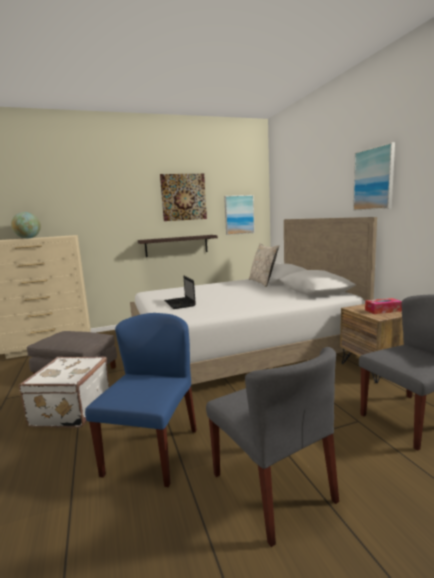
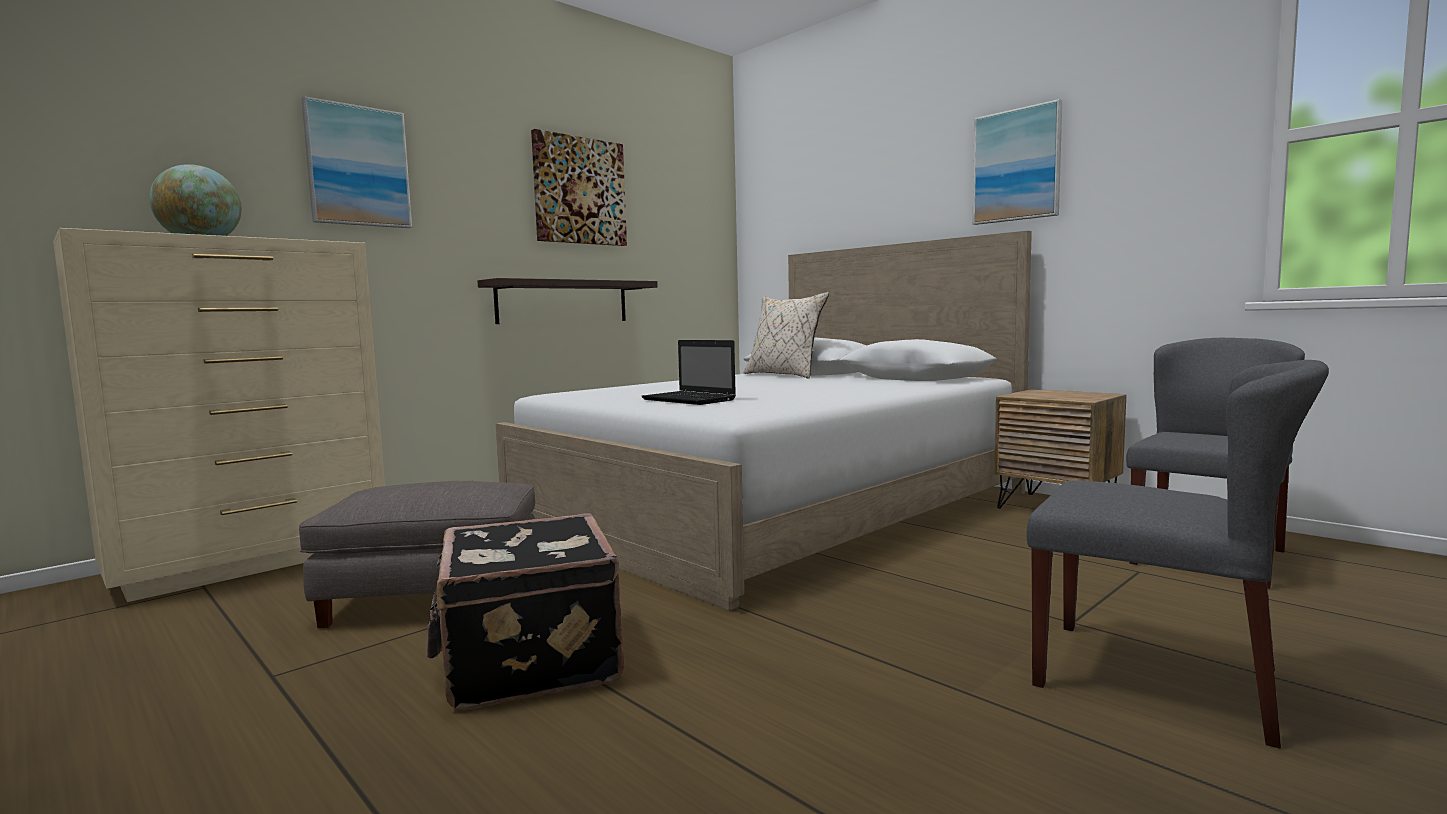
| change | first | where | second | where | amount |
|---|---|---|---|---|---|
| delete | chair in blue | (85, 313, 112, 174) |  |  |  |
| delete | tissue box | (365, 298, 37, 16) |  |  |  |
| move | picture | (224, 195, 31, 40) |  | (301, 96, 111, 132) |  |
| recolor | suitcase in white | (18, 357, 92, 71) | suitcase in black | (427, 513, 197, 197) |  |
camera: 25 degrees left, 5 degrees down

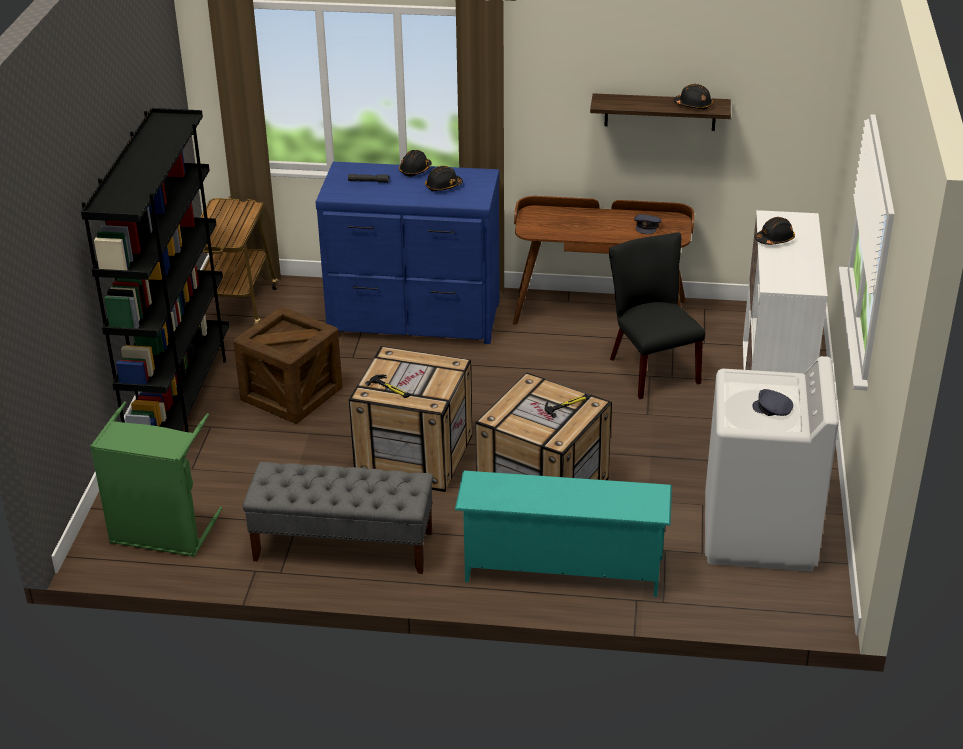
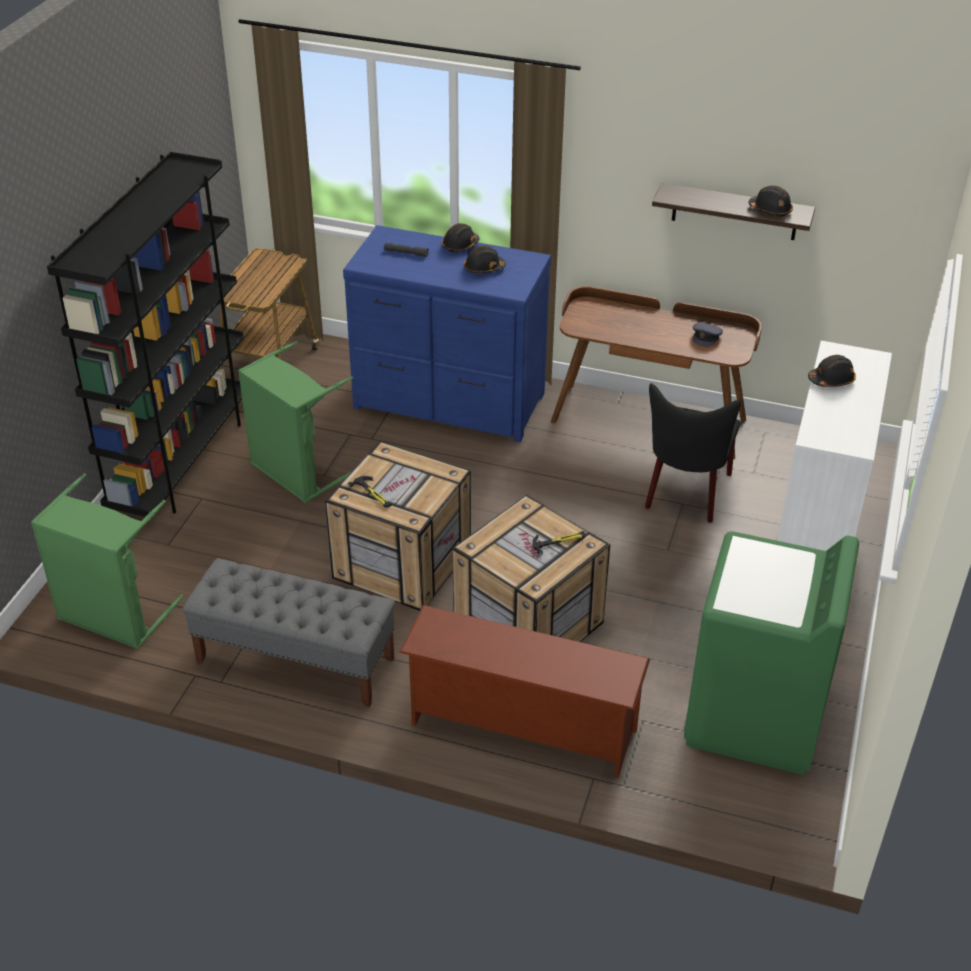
| change | first | where | second | where | amount |
|---|---|---|---|---|---|
| delete | cap in grey | (752, 389, 41, 27) |  |  |  |
| replace | crate | (233, 306, 110, 118) | laundry basket in green | (238, 341, 115, 162) |  |
| recolor | shoe rack in turquoise | (455, 470, 217, 127) | shoe rack in brown | (399, 605, 251, 173) |  |
| recolor | washing machine in white | (705, 356, 134, 216) | washing machine in green | (684, 531, 175, 244) |  |
| rotate | chair in black | (609, 232, 96, 167) |  | (645, 383, 96, 140) | 150 degrees counterclockwise |
camera: 10 degrees right, 5 degrees up

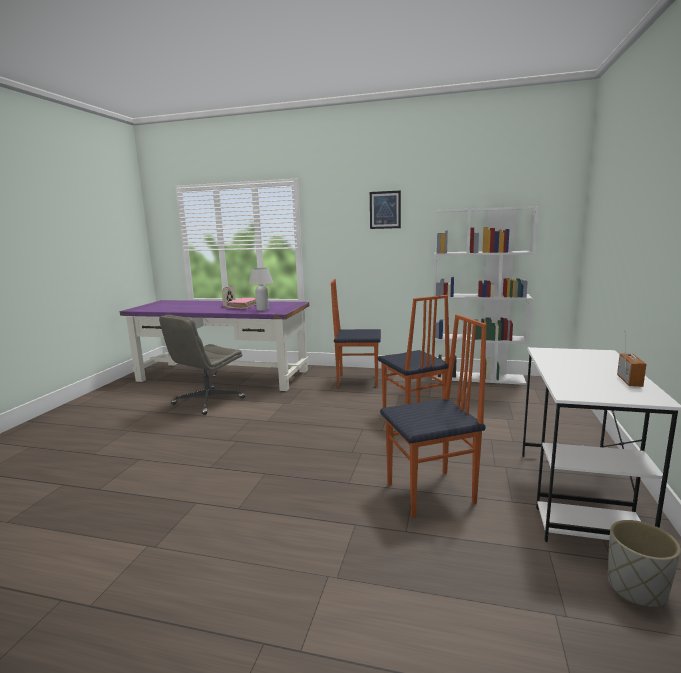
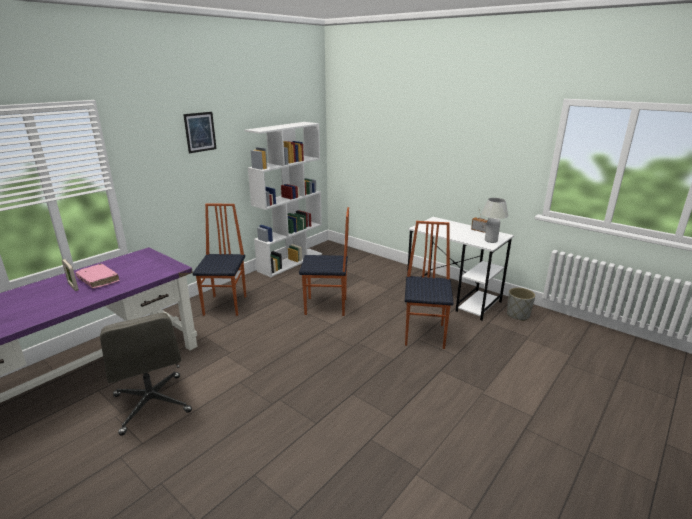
| change | first | where | second | where | amount |
|---|---|---|---|---|---|
| move | table lamp in white | (248, 268, 25, 43) |  | (481, 198, 27, 45) |  |
| rotate | chair | (331, 279, 50, 108) |  | (192, 204, 54, 112) | 150 degrees clockwise |
camera: 65 degrees left, 10 degrees up

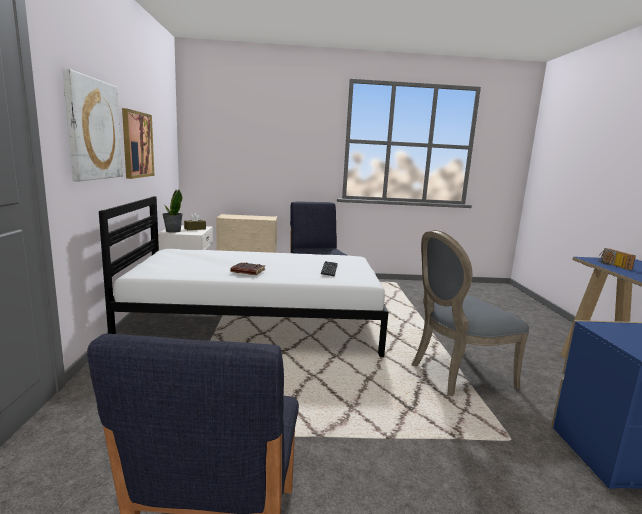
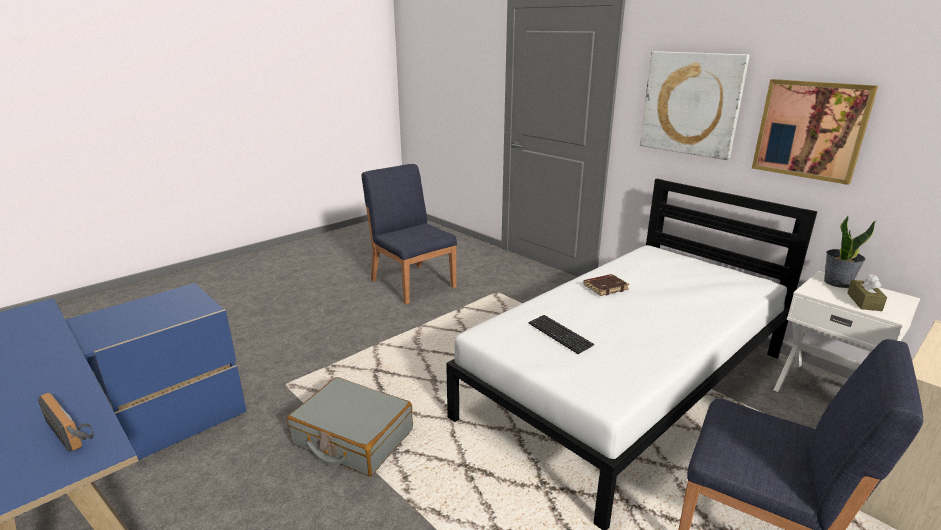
| change | first | where | second | where | amount |
|---|---|---|---|---|---|
| replace | chair in grey | (412, 230, 117, 167) | suitcase in grey | (287, 377, 126, 99) |  |
camera: 140 degrees right, 10 degrees up

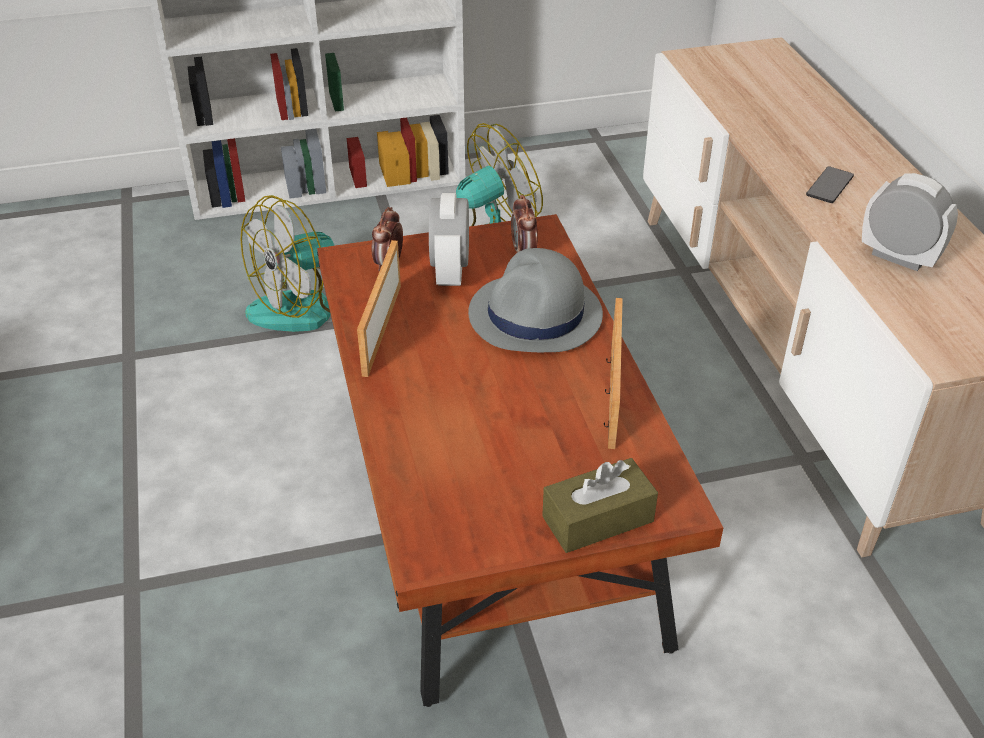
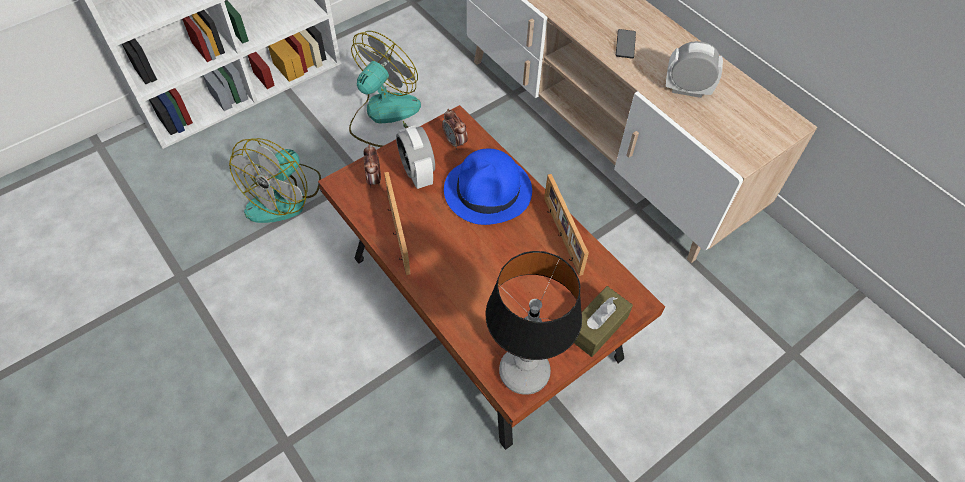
| change | first | where | second | where | amount |
|---|---|---|---|---|---|
| insert |  |  | table lamp | (486, 251, 96, 144) |  |
| recolor | hat in grey | (468, 248, 135, 104) | hat in blue | (444, 148, 88, 77) |  |
camera: 25 degrees left, 15 degrees up

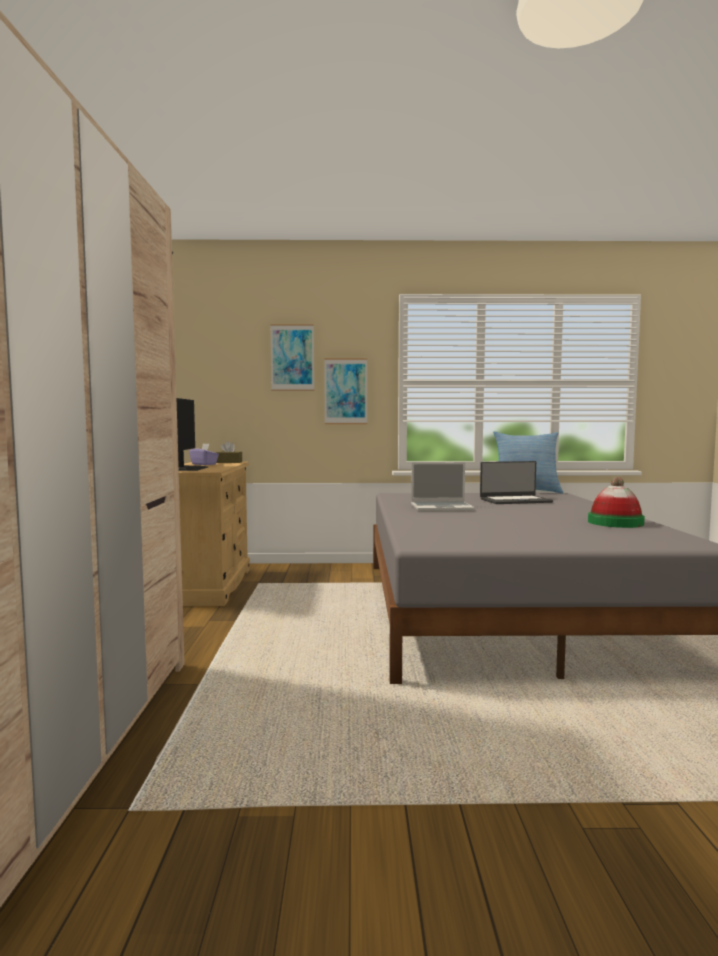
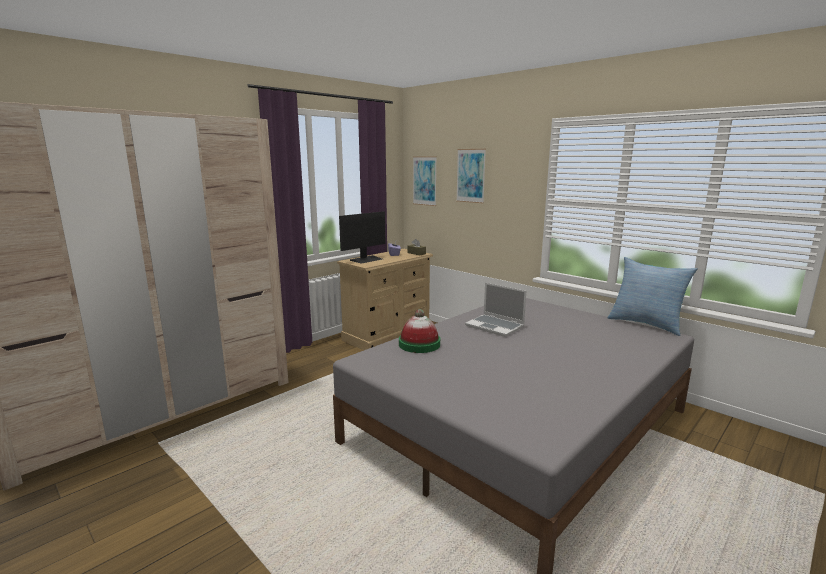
| change | first | where | second | where | amount |
|---|---|---|---|---|---|
| delete | laptop | (480, 461, 73, 43) |  |  |  |
| move | picture | (324, 358, 43, 66) |  | (413, 156, 24, 50) |  |
| move | hat | (588, 477, 57, 51) |  | (399, 309, 41, 44) |  |
camera: 45 degrees right, 10 degrees up

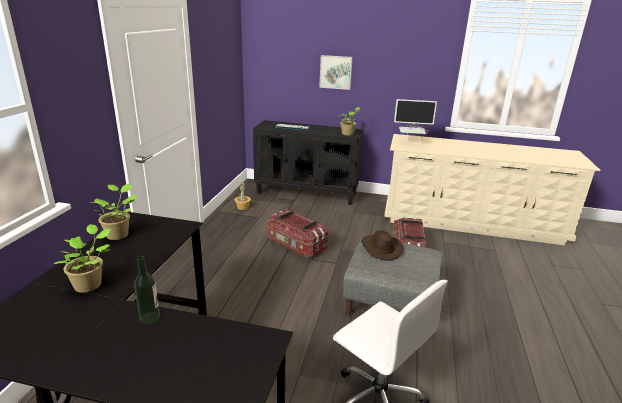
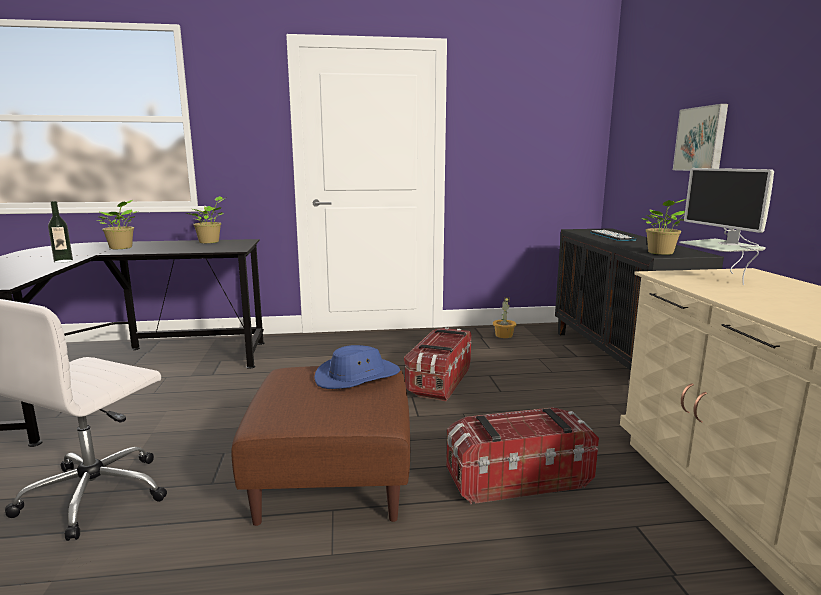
| change | first | where | second | where | amount |
|---|---|---|---|---|---|
| recolor | ottoman in grey | (343, 238, 99, 78) | ottoman in brown | (231, 366, 179, 160) |  |
| recolor | hat in brown | (361, 230, 43, 31) | hat in blue | (314, 345, 86, 44) |  |
camera: 70 degrees right, 10 degrees down

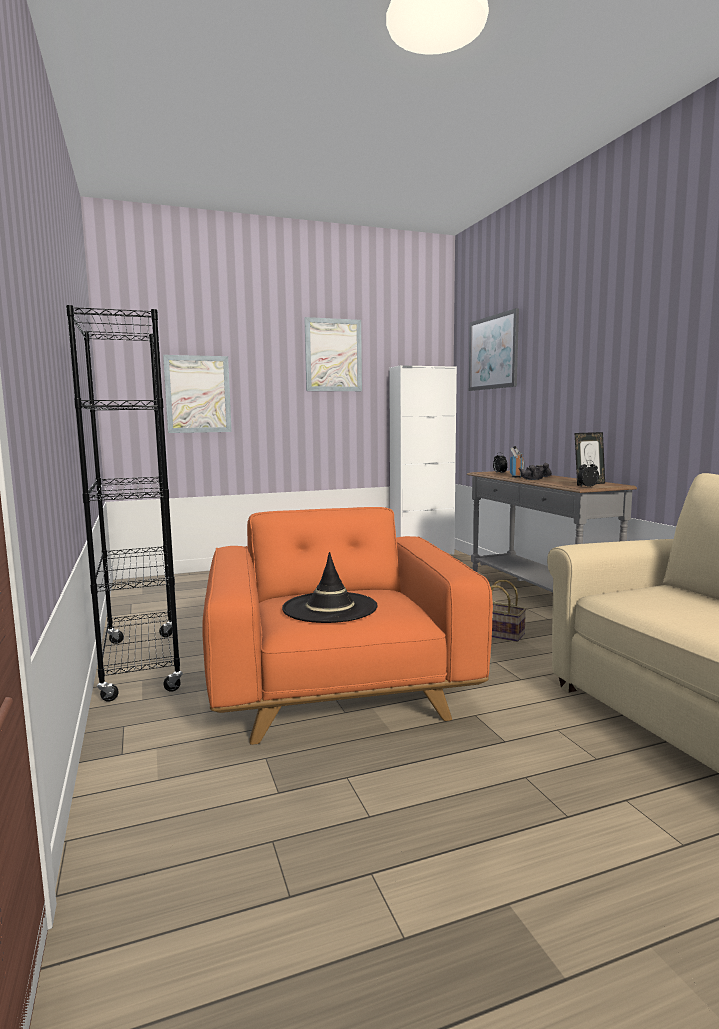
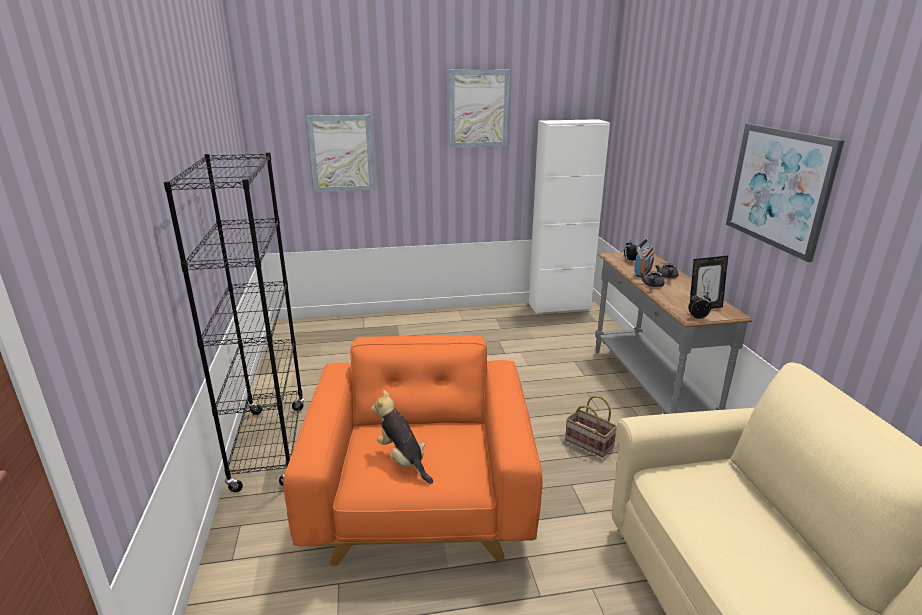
| change | first | where | second | where | amount |
|---|---|---|---|---|---|
| move | picture | (469, 308, 50, 83) |  | (726, 124, 118, 138) |  |
| replace | hat in black | (282, 552, 95, 71) | plush toy | (371, 390, 62, 94) |  |
camera: 10 degrees right, 15 degrees up

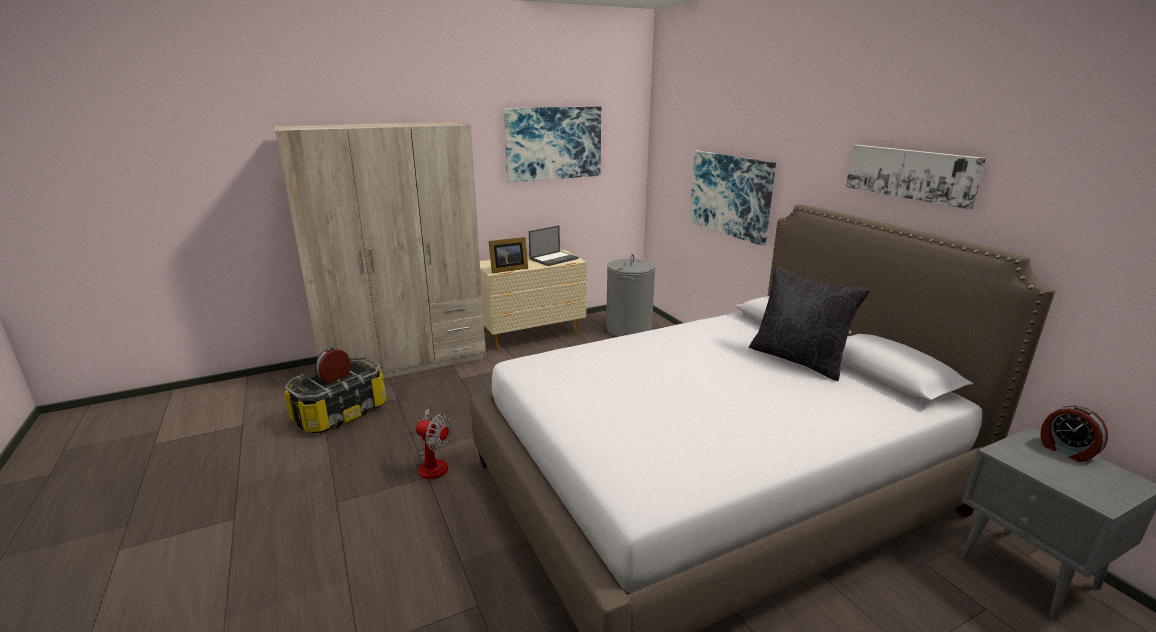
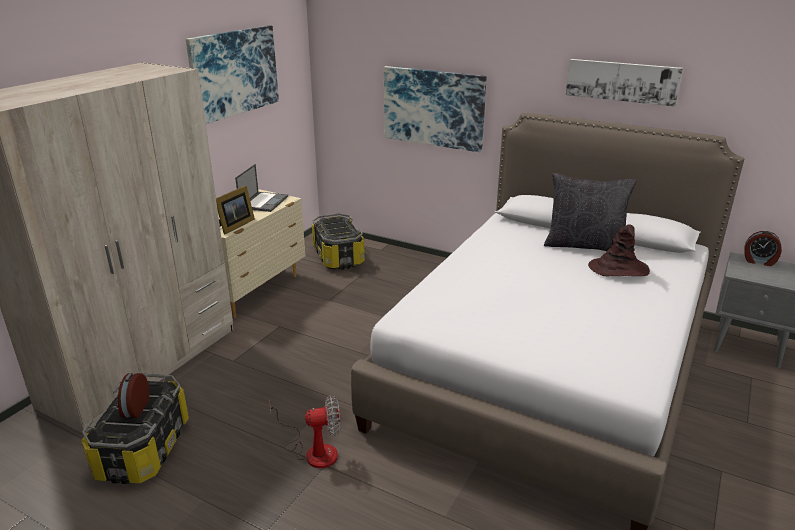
| change | first | where | second | where | amount |
|---|---|---|---|---|---|
| insert |  |  | hat in brown | (588, 224, 62, 52) |  |
| replace | laundry basket in grey | (606, 254, 50, 83) | storage box | (312, 213, 53, 57) |  |
camera: 35 degrees left, 5 degrees up

